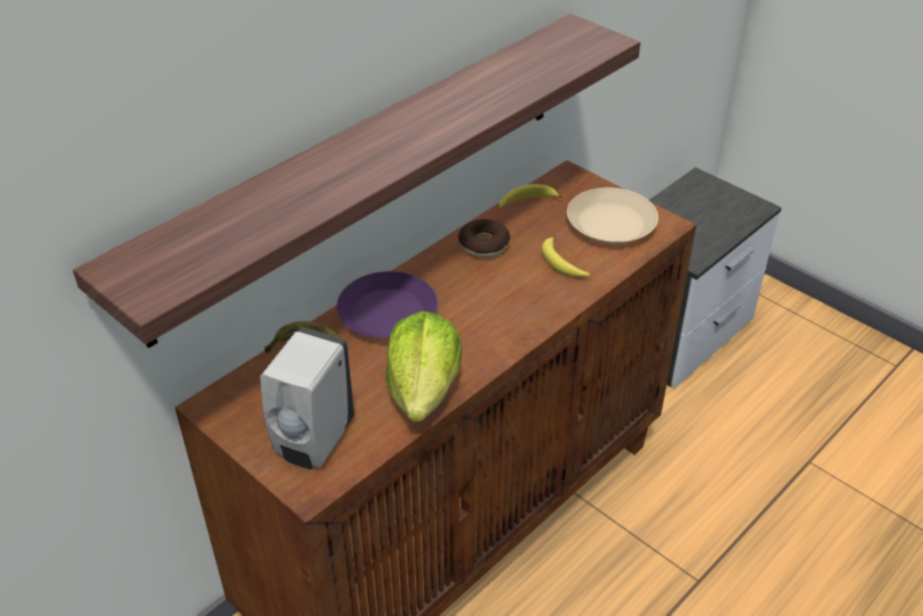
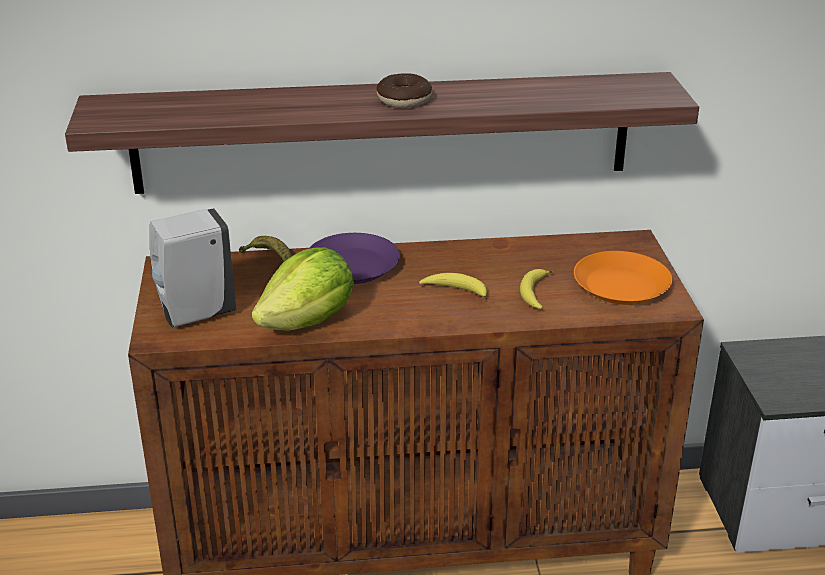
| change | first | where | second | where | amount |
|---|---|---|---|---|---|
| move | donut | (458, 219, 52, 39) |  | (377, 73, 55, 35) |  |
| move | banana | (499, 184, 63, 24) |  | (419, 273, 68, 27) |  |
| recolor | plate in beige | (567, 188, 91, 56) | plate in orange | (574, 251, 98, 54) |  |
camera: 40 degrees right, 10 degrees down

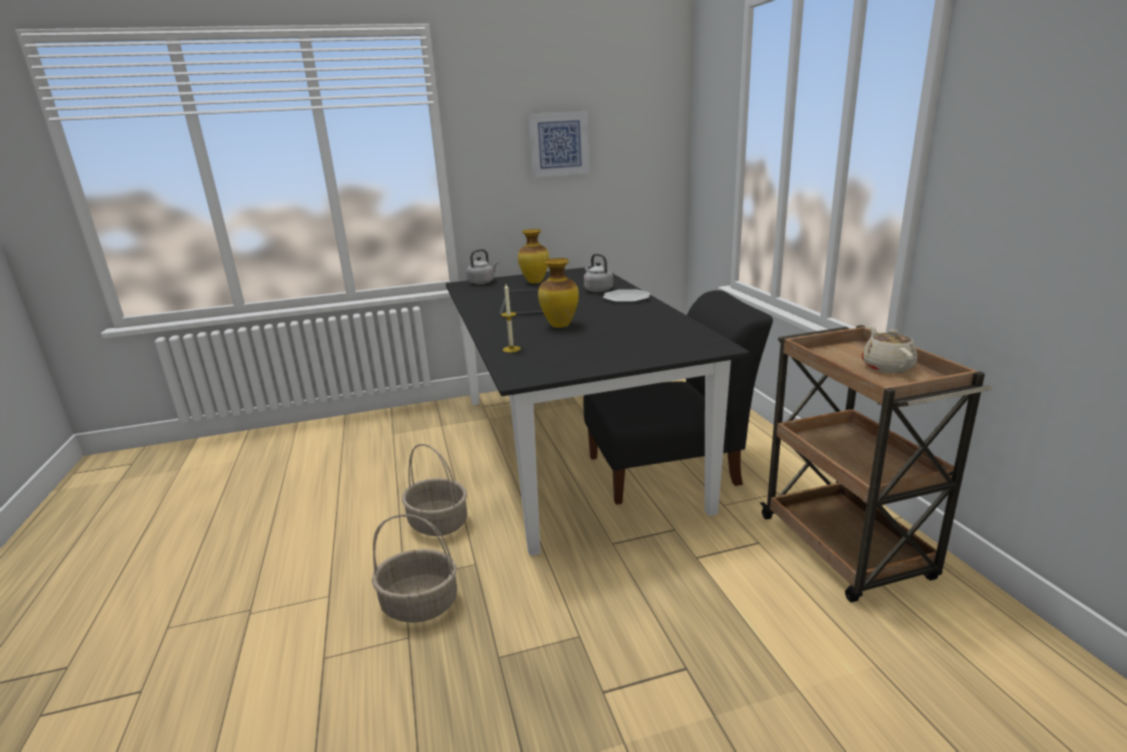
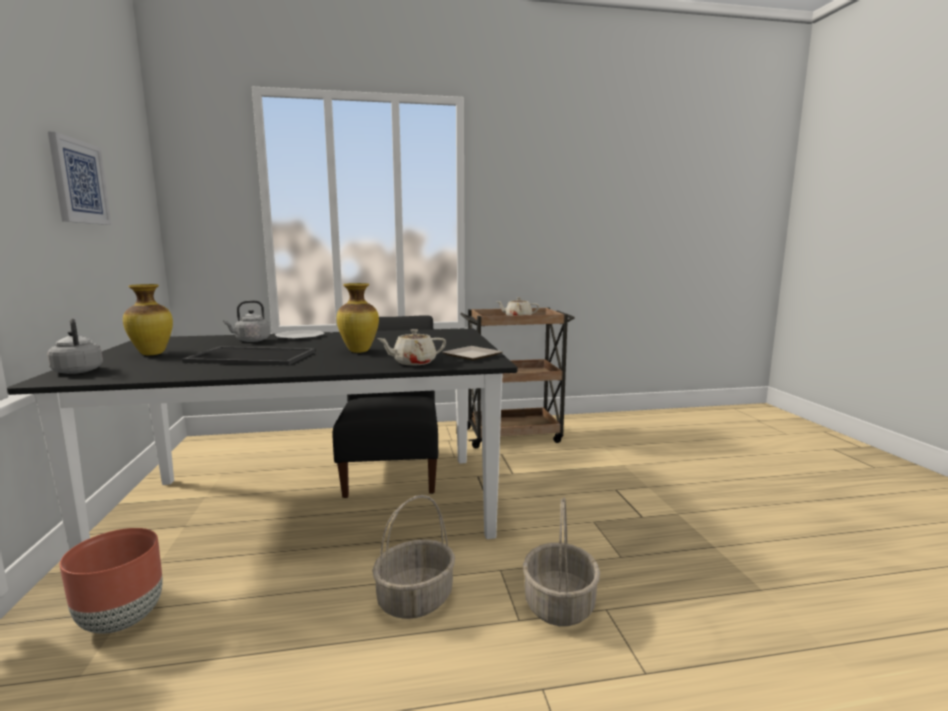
| change | first | where | second | where | amount |
|---|---|---|---|---|---|
| insert |  |  | planter in brown | (60, 528, 103, 106) |  |
| insert |  |  | plate | (442, 346, 60, 14) |  |
| replace | candle | (501, 284, 20, 69) | teapot in beige | (377, 329, 69, 37) |  |
camera: 85 degrees left, 10 degrees down

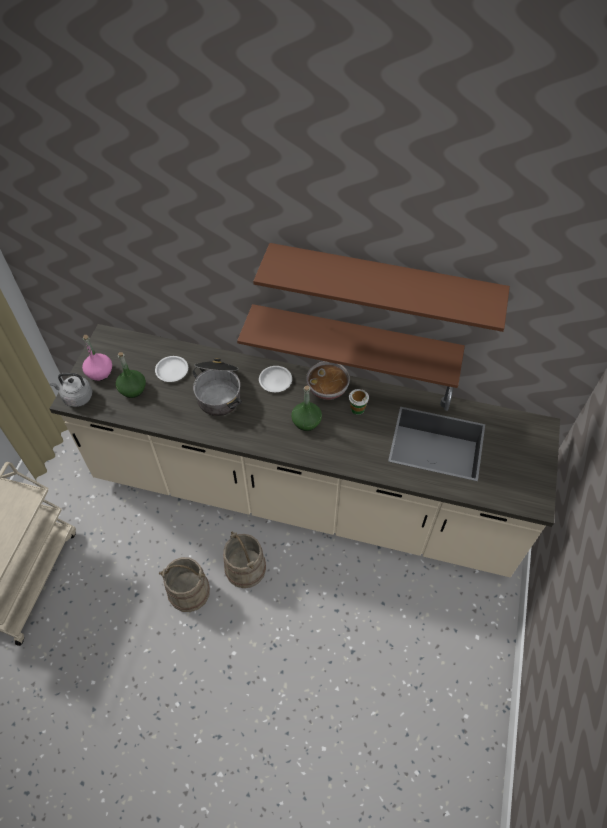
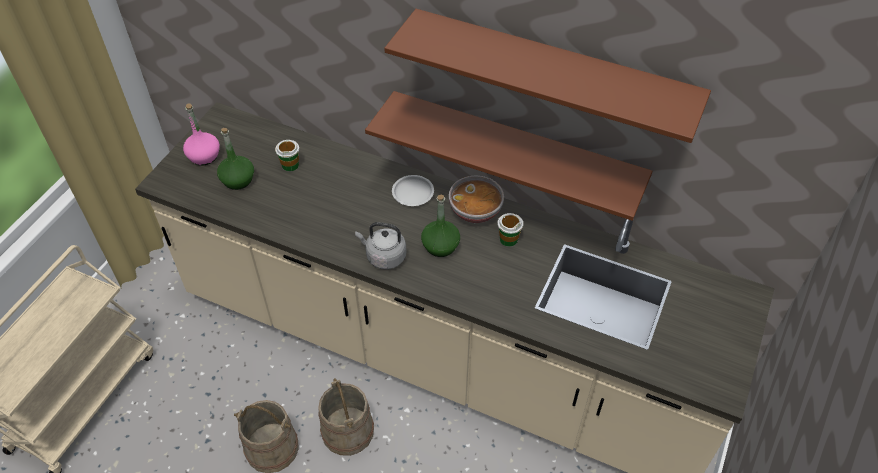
| change | first | where | second | where | amount |
|---|---|---|---|---|---|
| delete | cooking pot | (193, 358, 49, 58) |  |  |  |
| move | kettle in grey | (49, 373, 43, 34) |  | (355, 222, 51, 47) |  |
| replace | plate in white | (155, 356, 33, 26) | cup | (275, 140, 24, 31) |  |
camera: 10 degrees right, 5 degrees down

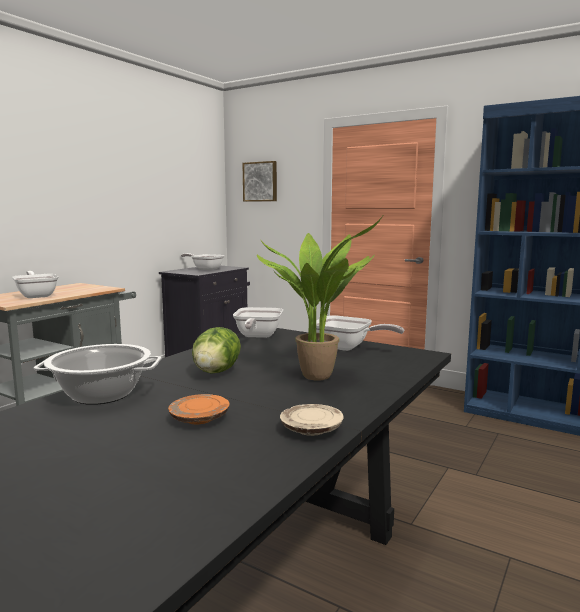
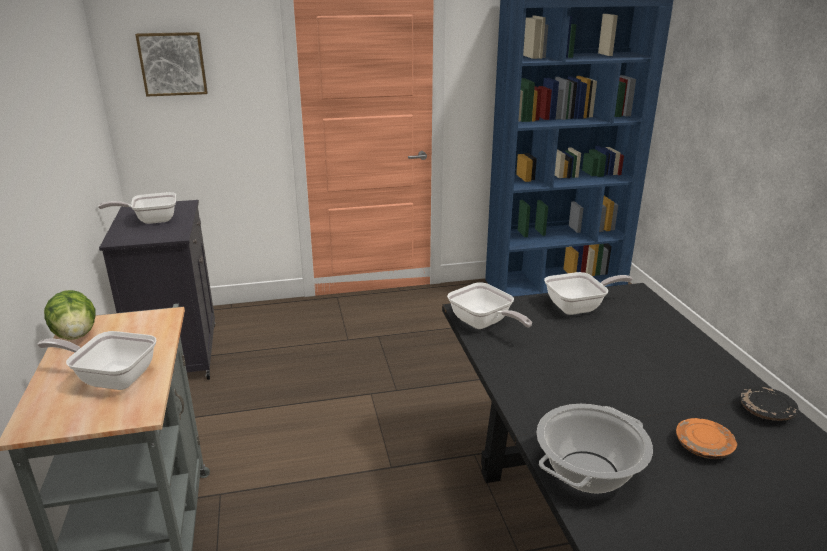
| change | first | where | second | where | amount |
|---|---|---|---|---|---|
| delete | potted plant | (257, 216, 126, 165) |  |  |  |
| move | lettuce | (192, 327, 49, 46) |  | (44, 290, 51, 50) |  |
| recolor | plate in beige | (280, 404, 64, 32) | plate in black | (740, 386, 59, 35) |  |
camera: 45 degrees left, 15 degrees up

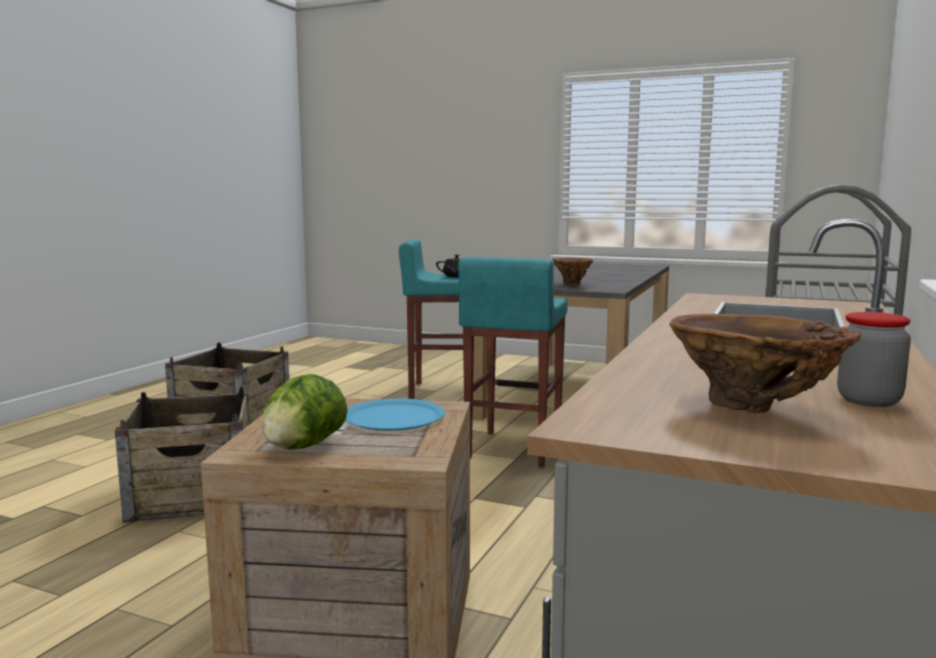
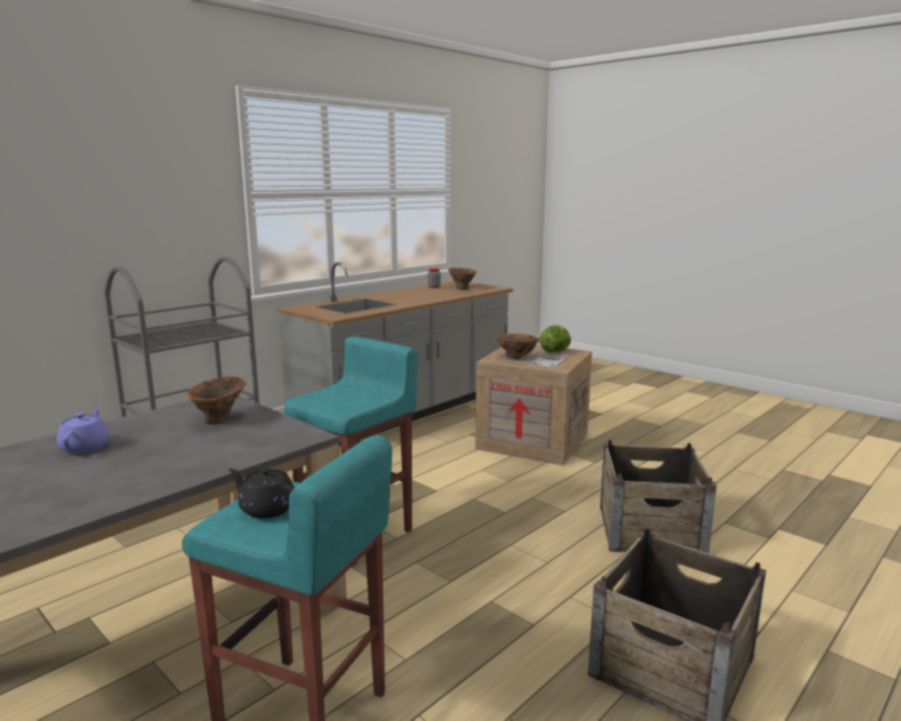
| change | first | where | second | where | amount |
|---|---|---|---|---|---|
| insert |  |  | teapot in purple | (57, 408, 53, 46) |  |
| replace | plate in blue | (345, 398, 100, 33) | vase in brown | (495, 333, 45, 26) |  |
camera: 160 degrees left, 5 degrees up

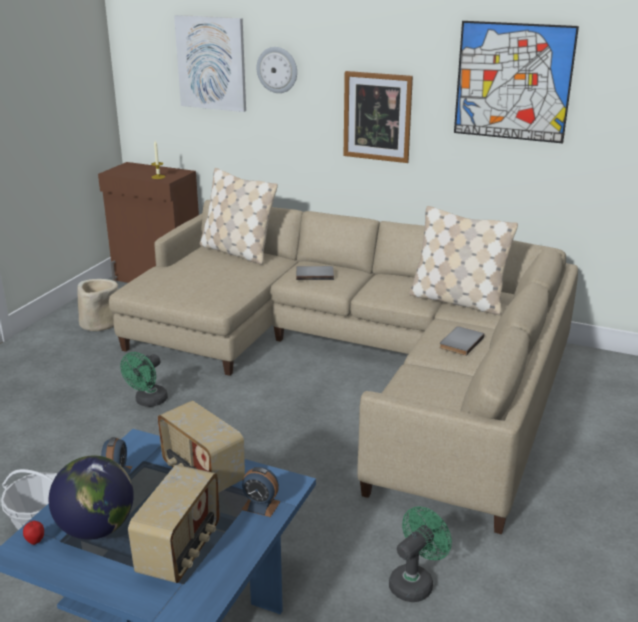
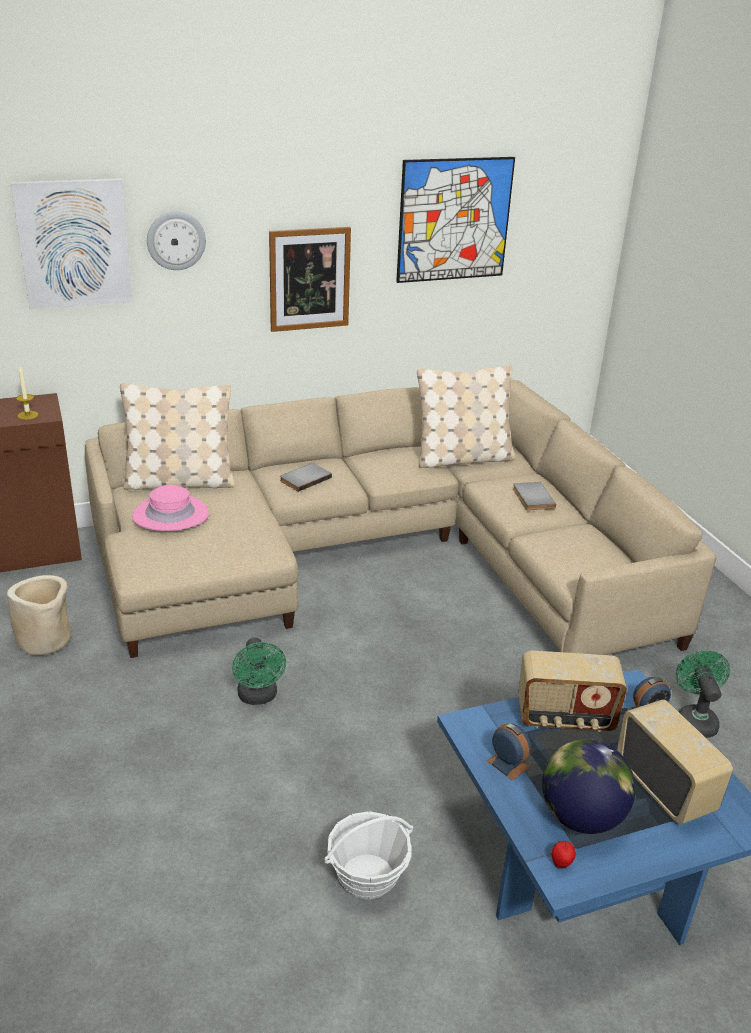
| change | first | where | second | where | amount |
|---|---|---|---|---|---|
| insert |  |  | hat in pink | (132, 485, 77, 46) |  |
camera: 45 degrees left, 5 degrees up

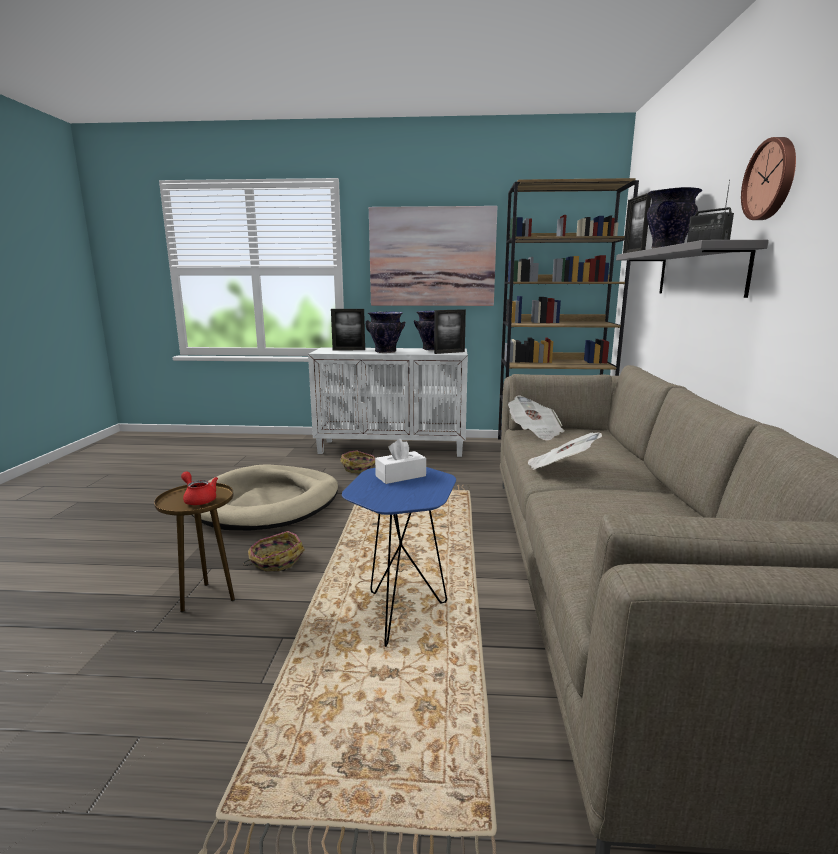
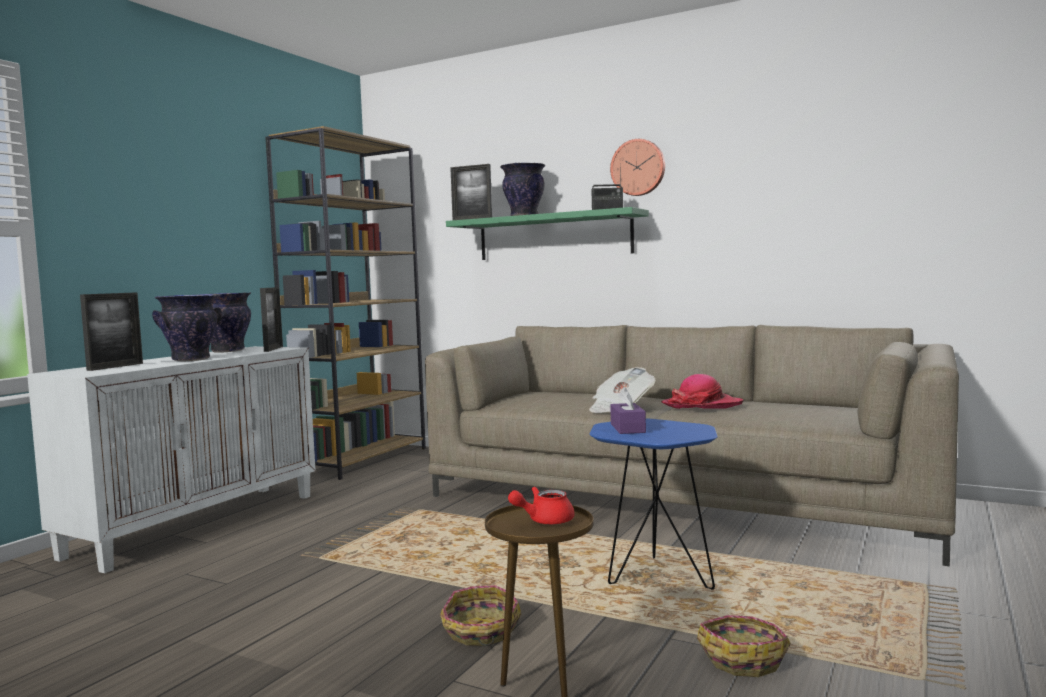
| change | first | where | second | where | amount |
|---|---|---|---|---|---|
| delete | dog bed in beige | (192, 464, 146, 66) |  |  |  |
| delete | picture | (369, 206, 129, 100) |  |  |  |
| delete | newspaper | (508, 396, 56, 45) |  |  |  |
| insert |  |  | hat | (661, 374, 82, 35) |  |
| move | basket | (340, 450, 35, 23) |  | (697, 615, 94, 62) |  |
| recolor | tissue box in white | (375, 439, 51, 45) | tissue box in purple | (610, 387, 36, 47) |  |
| recolor | shelf in grey | (616, 240, 153, 58) | shelf in green | (446, 207, 203, 53) |  |
camera: 65 degrees left, 10 degrees down

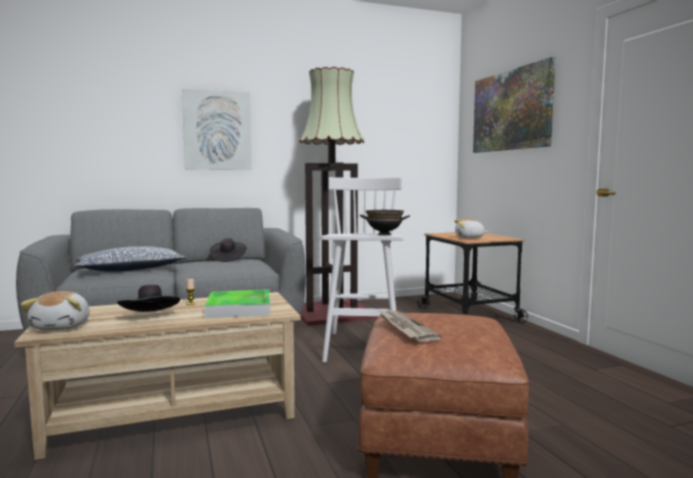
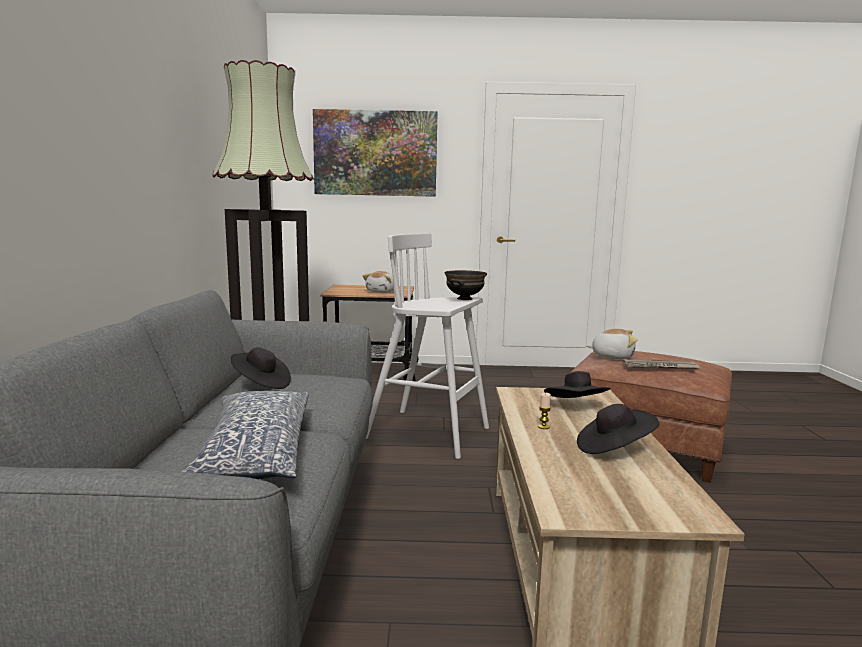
| change | first | where | second | where | amount |
|---|---|---|---|---|---|
| delete | picture | (182, 89, 70, 81) |  |  |  |
| move | plush toy | (20, 291, 70, 39) |  | (586, 329, 51, 30) |  |
| replace | tray | (205, 289, 65, 29) | hat in black | (544, 371, 67, 27) |  |
camera: 70 degrees left, 5 degrees up

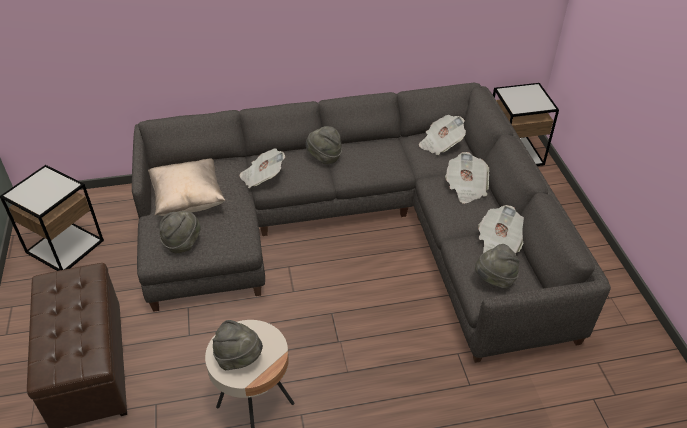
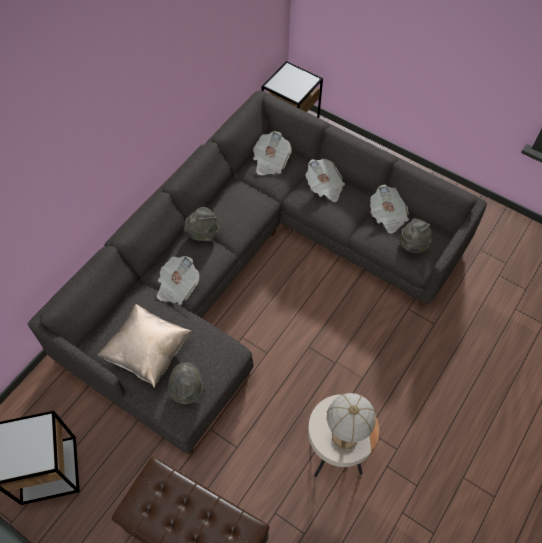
| change | first | where | second | where | amount |
|---|---|---|---|---|---|
| replace | hat in grey | (213, 320, 50, 50) | table lamp | (327, 393, 49, 57) |  |
camera: 45 degrees left, 15 degrees up

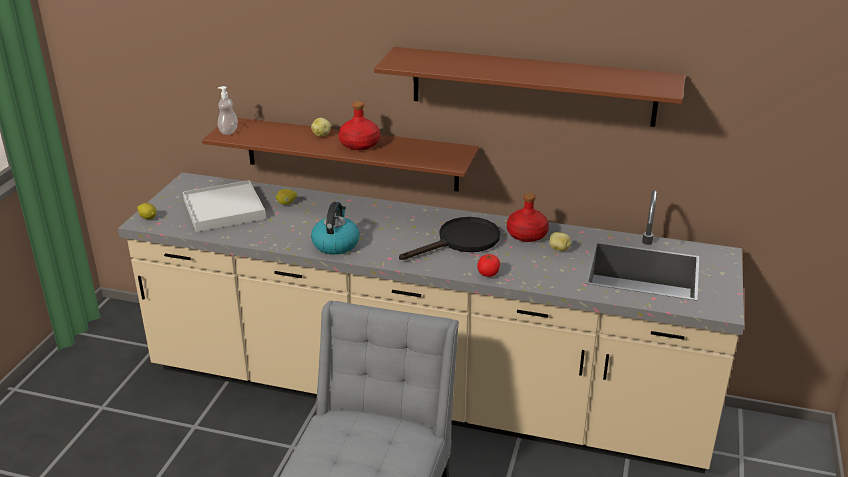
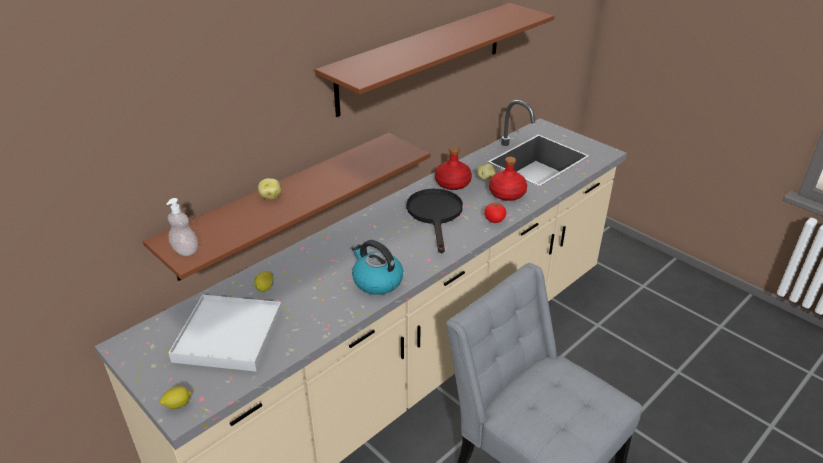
| change | first | where | second | where | amount |
|---|---|---|---|---|---|
| move | bottle in red | (339, 101, 41, 49) |  | (489, 157, 38, 44) |  |
camera: 60 degrees left, 5 degrees up

